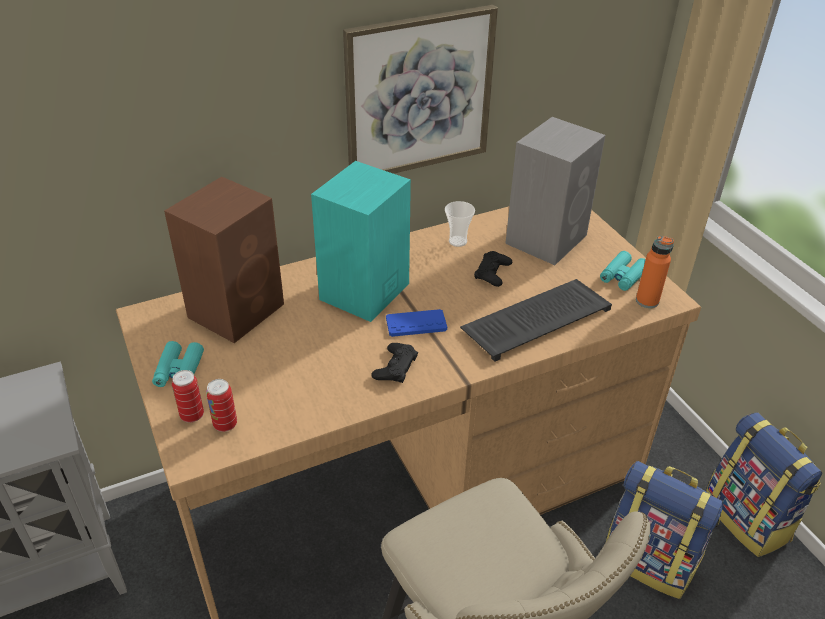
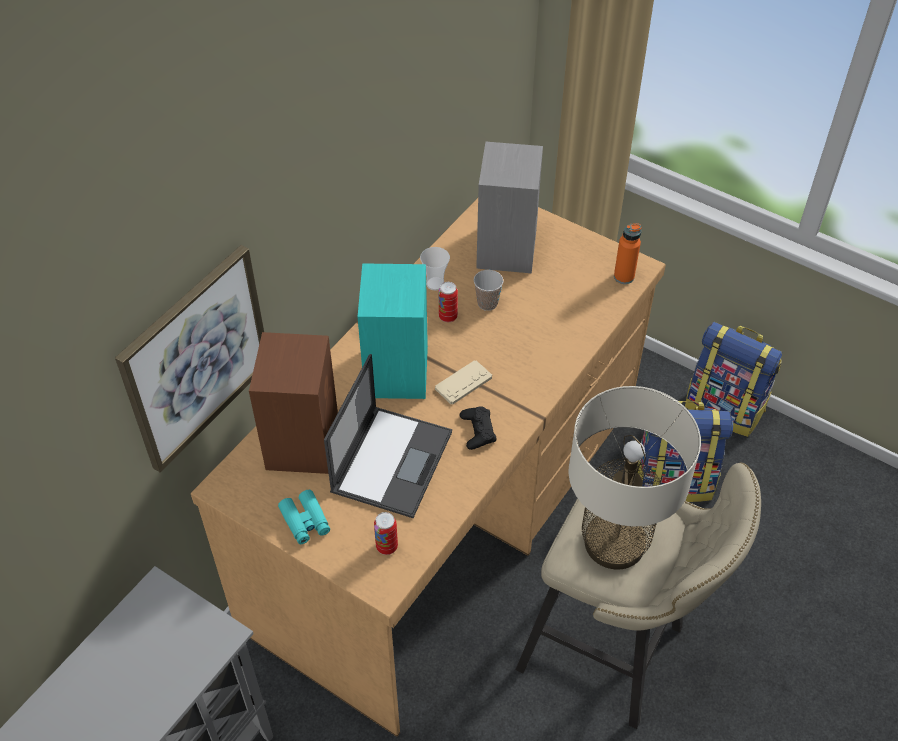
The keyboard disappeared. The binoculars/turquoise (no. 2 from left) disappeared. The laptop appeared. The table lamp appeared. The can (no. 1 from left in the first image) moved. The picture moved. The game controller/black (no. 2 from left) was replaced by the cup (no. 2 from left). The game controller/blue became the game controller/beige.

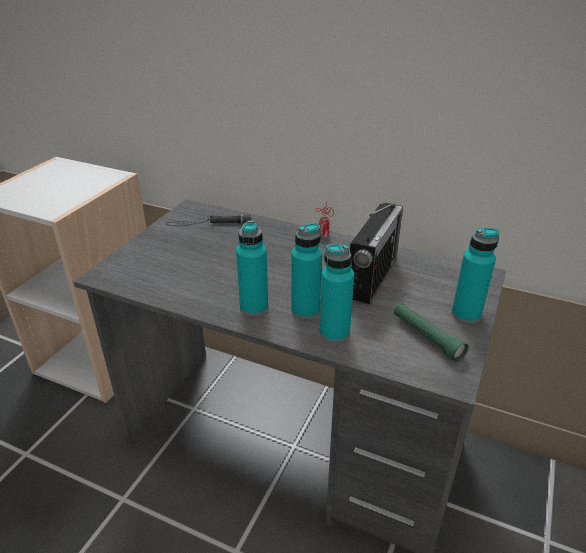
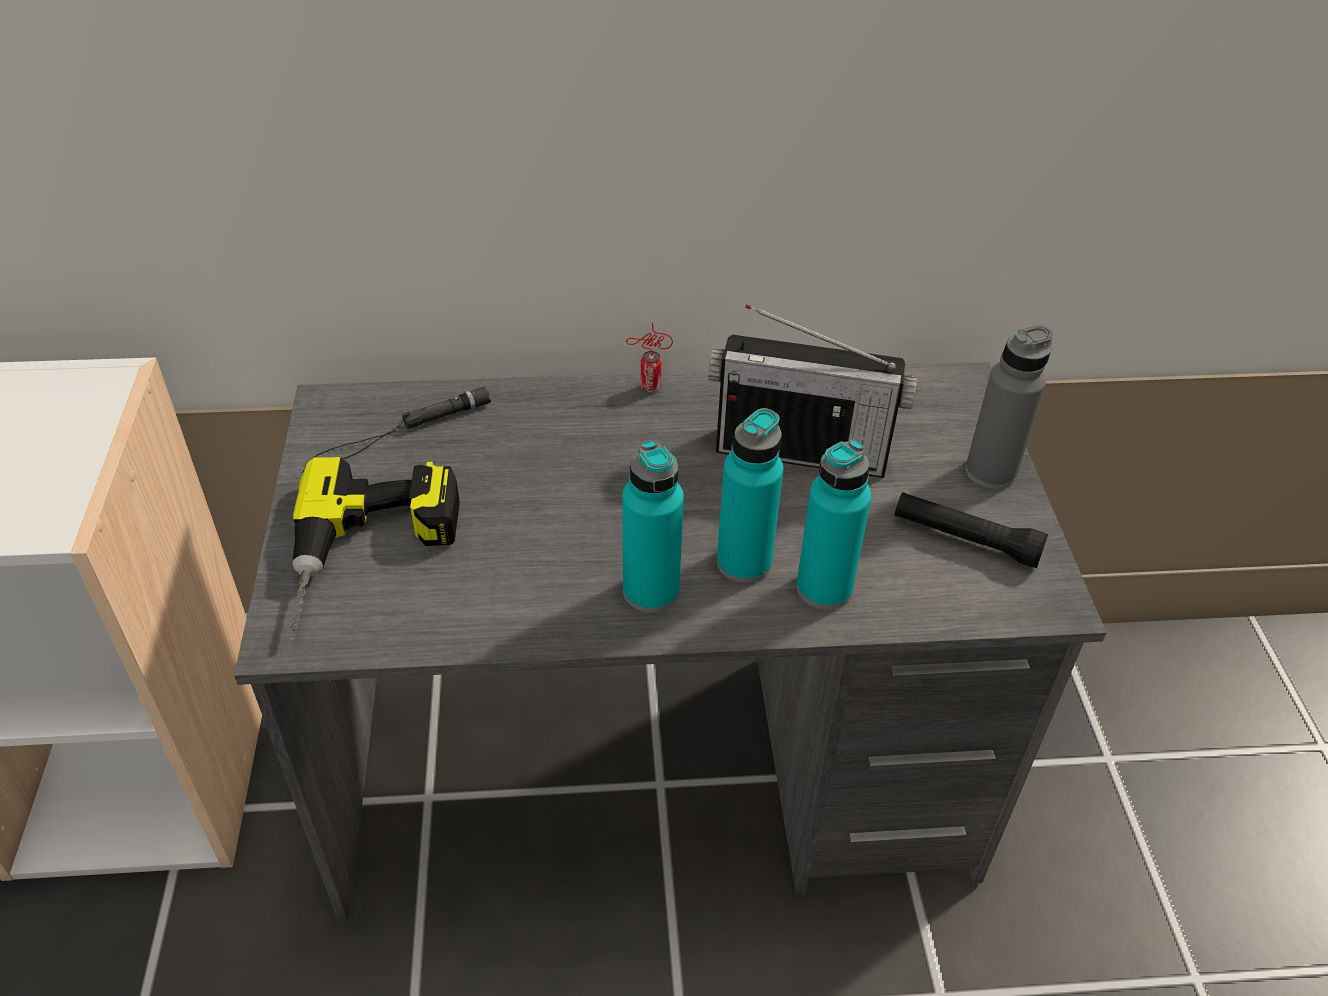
The power drill appeared. The flashlight/green became the flashlight/black (no. 2 from left). The bottle/turquoise (no. 4 from left) became the bottle/grey. The radio turned 105 degrees clockwise.

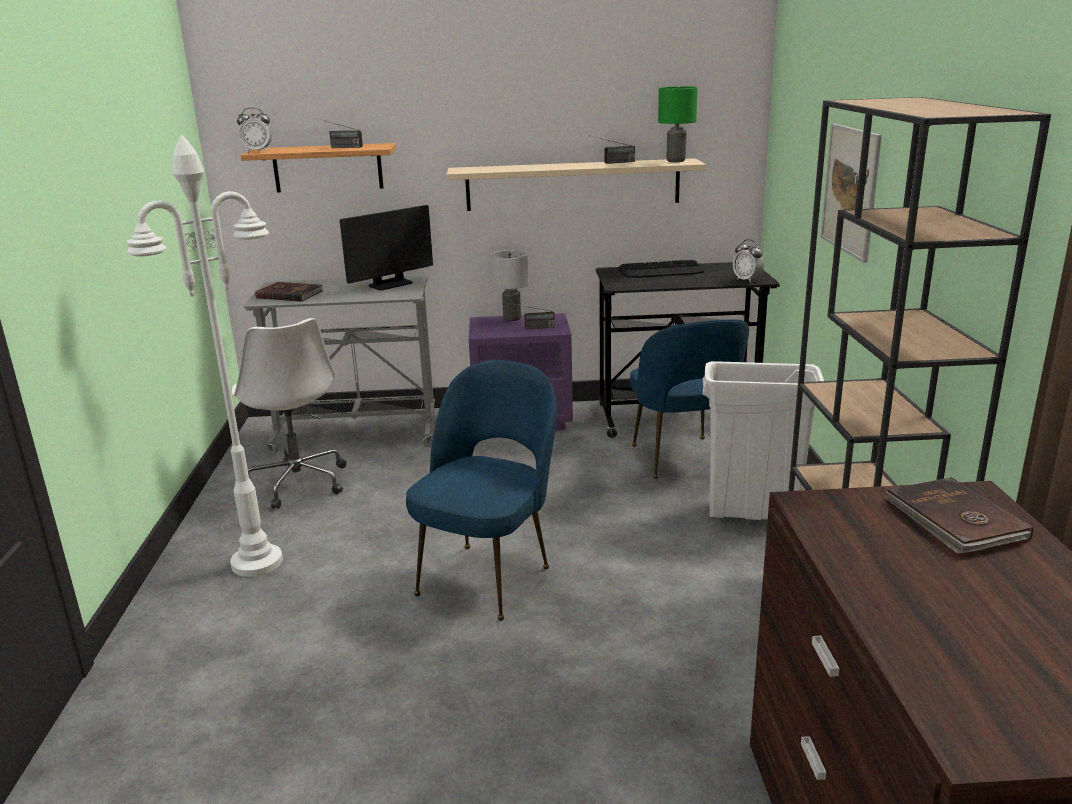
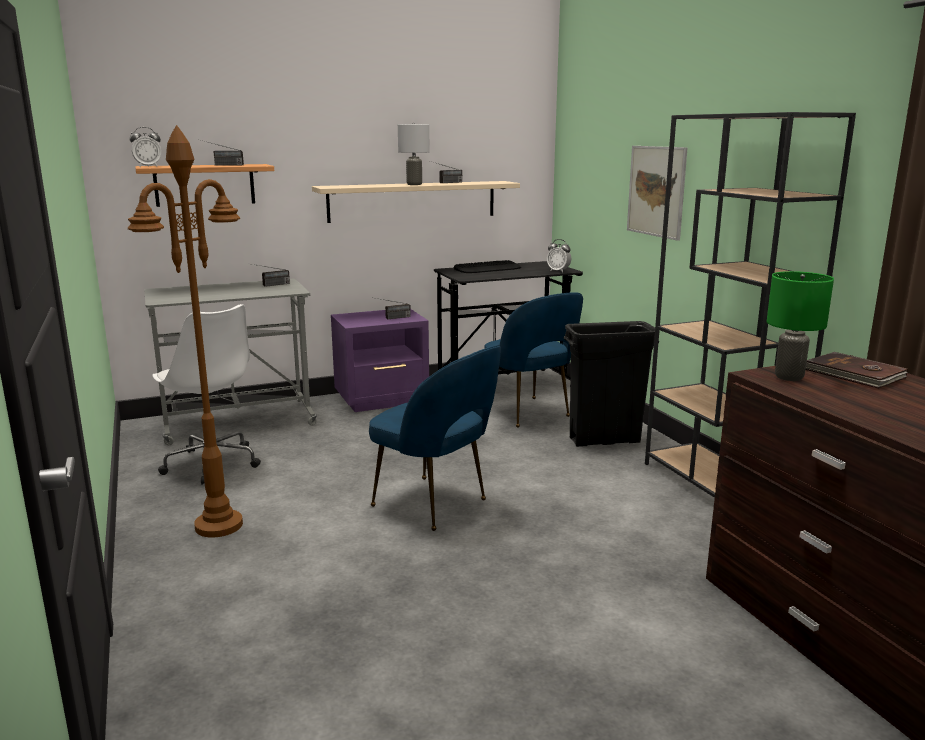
The book/brown (no. 1 from left) disappeared. The table lamp/white moved. The table lamp/green moved. The monitor was replaced by the radio (no. 2 from left). The floor lamp/white became the floor lamp/brown. The trash can/white became the trash can/black. The chair/blue (no. 1 from left) turned 120 degrees clockwise.

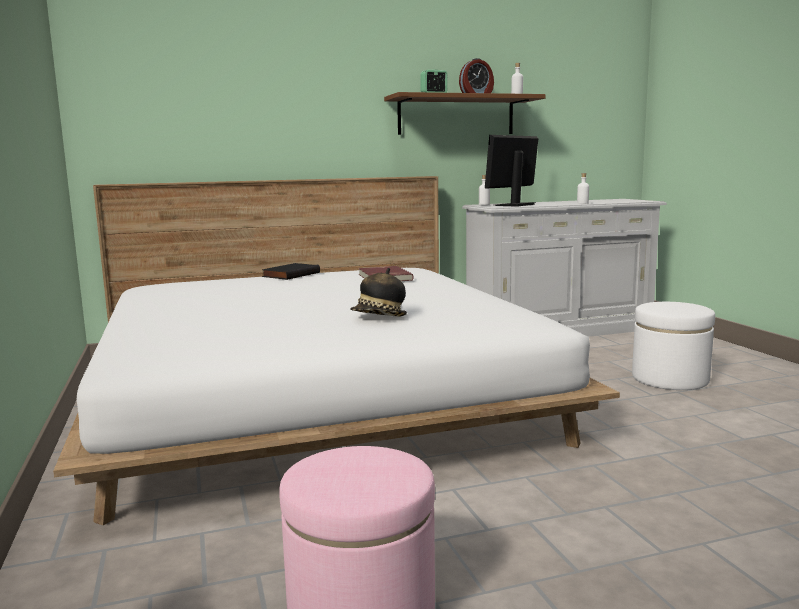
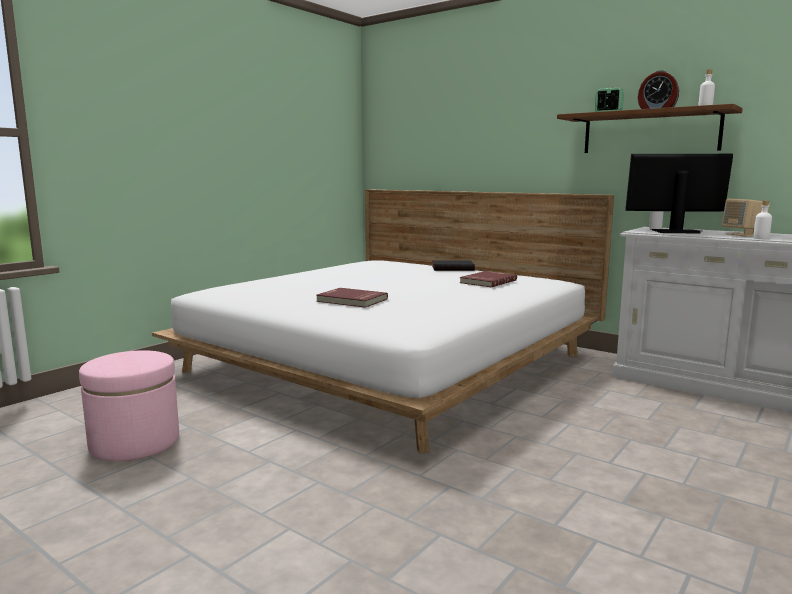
The ottoman/white disappeared. The speaker/beige appeared. The hat was replaced by the book/red (no. 1 from left).

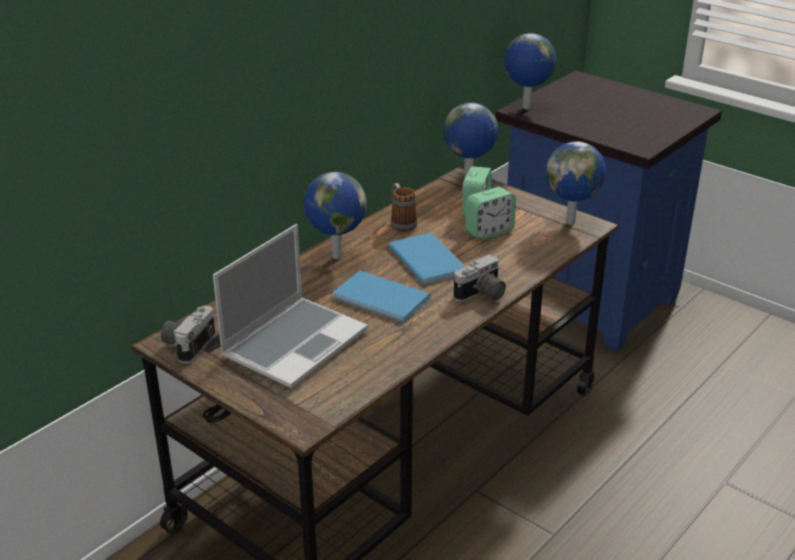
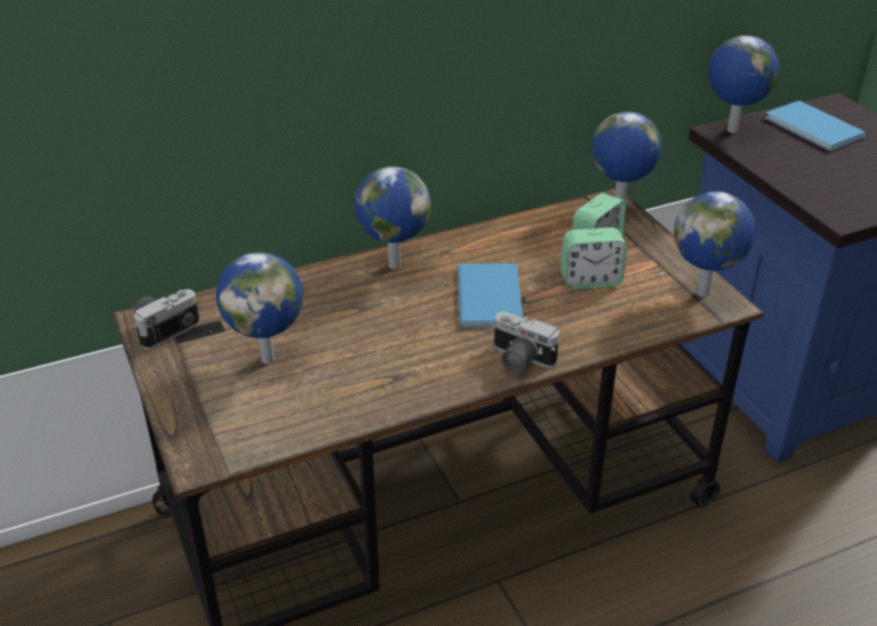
The mug disappeared. The book/blue (no. 1 from left in the first image) moved. The laptop was replaced by the globe (no. 1 from left). The photo camera (no. 2 from left) turned 45 degrees clockwise.

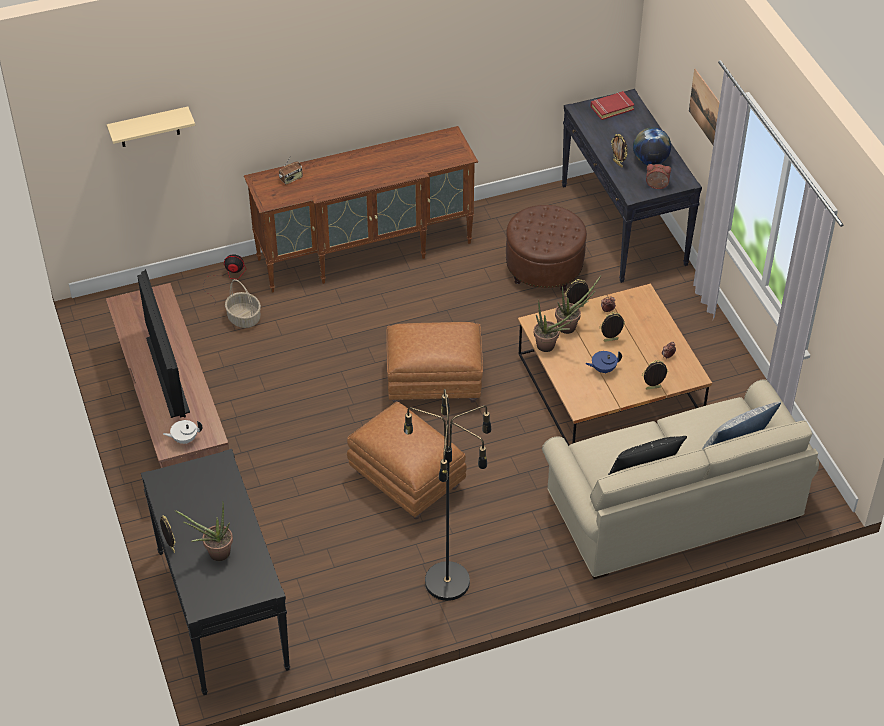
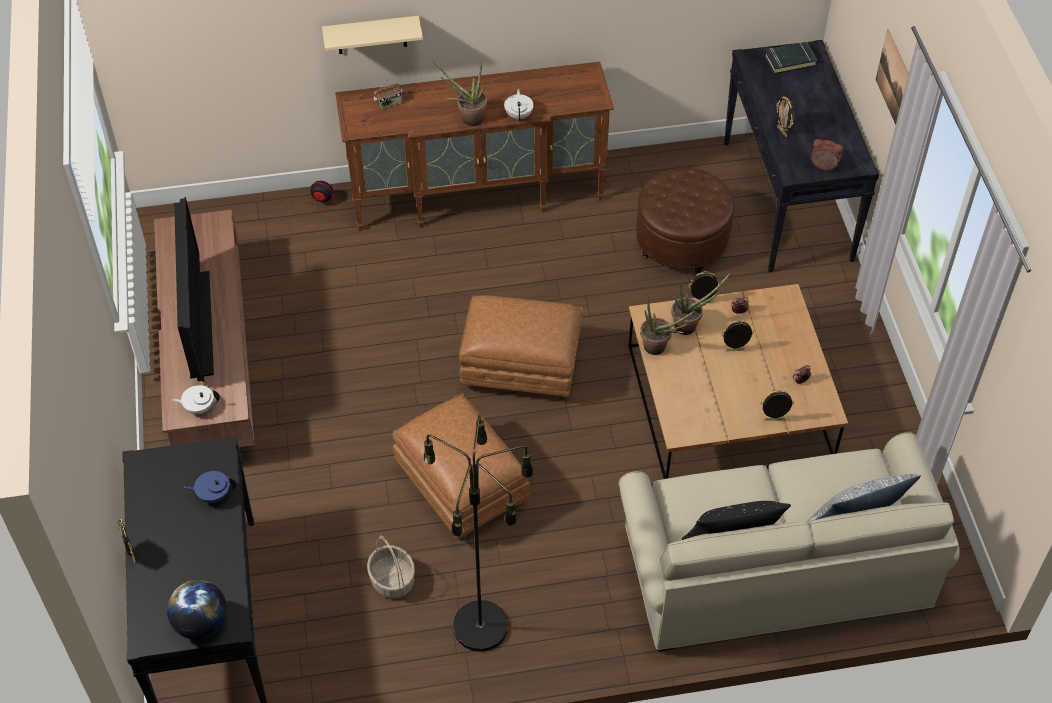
The teapot/white (no. 2 from left) appeared. The shelf/beige moved. The potted plant (no. 1 from left) moved. The basket moved. The teapot/blue moved. The globe moved. The book/red became the book/black.

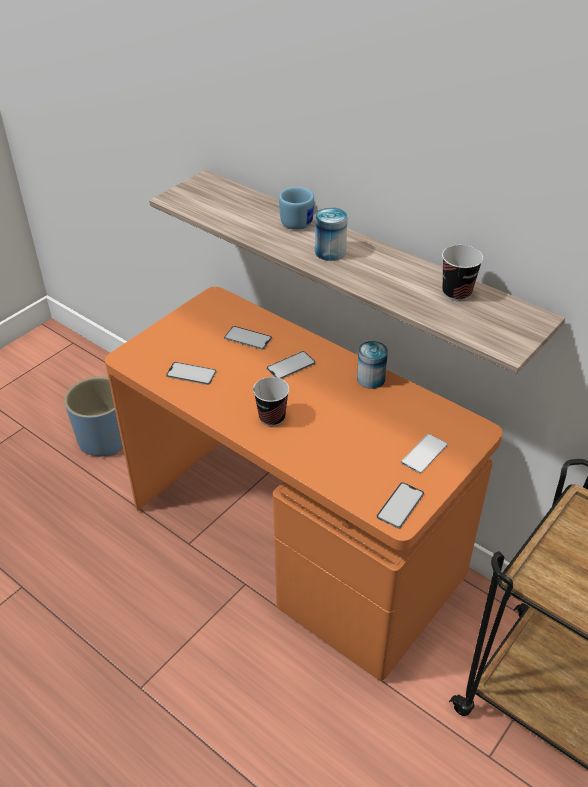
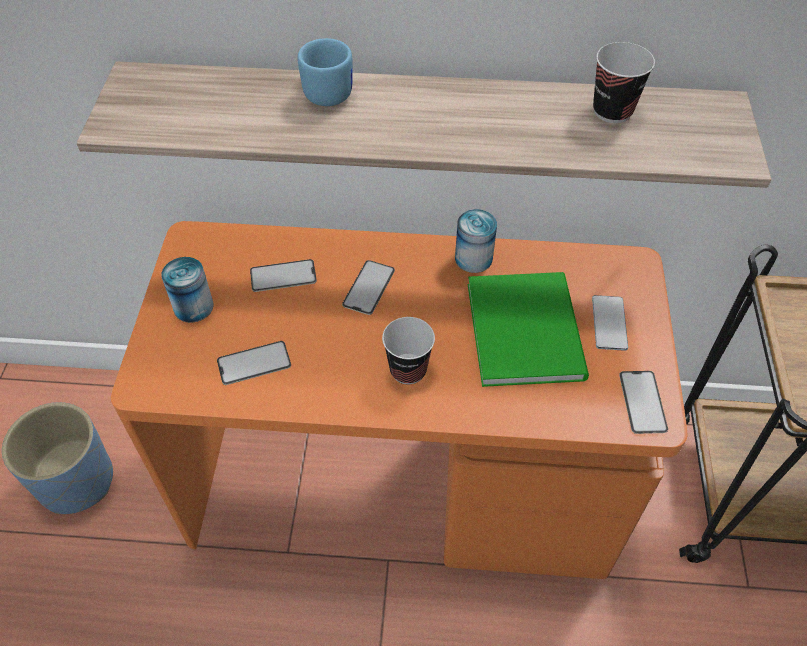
The book/green appeared. The can (no. 1 from left) moved.

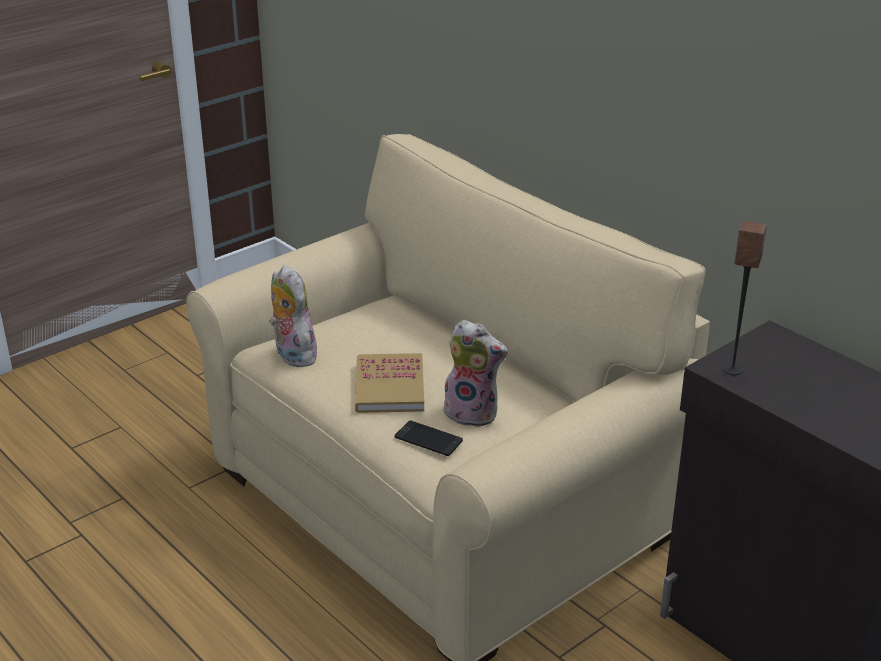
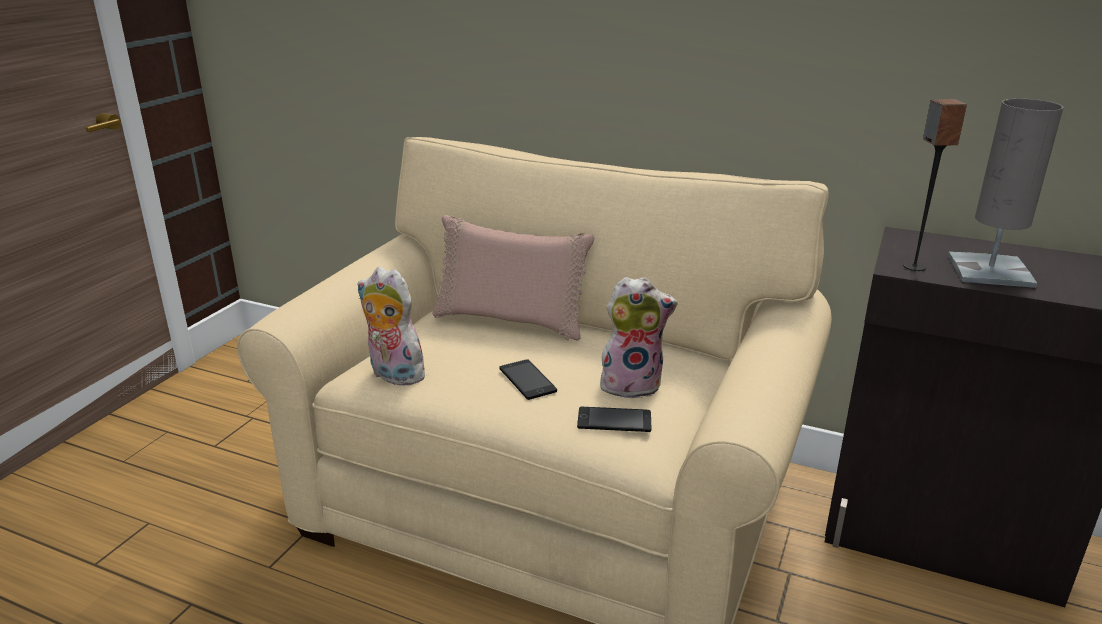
The pillow/beige appeared. The table lamp/grey appeared. The book was replaced by the phone (no. 1 from left).

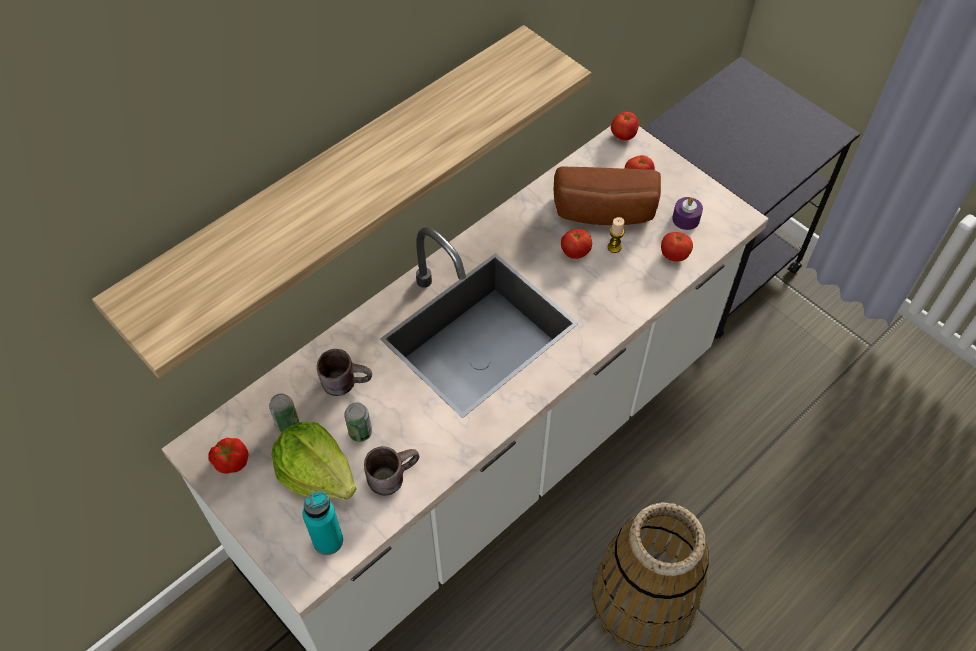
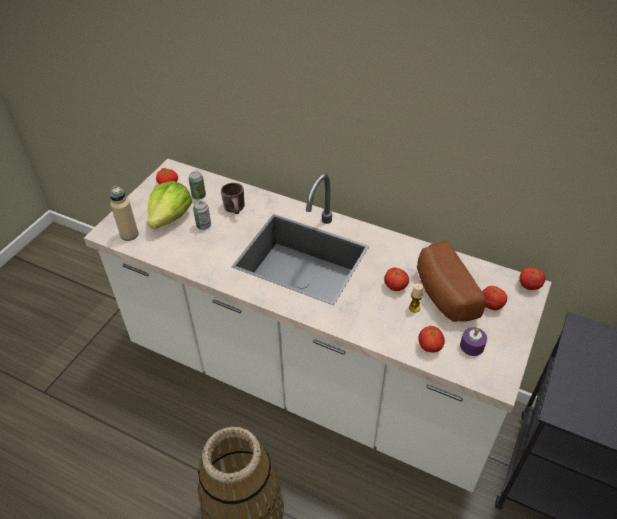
The shelf disappeared. The mug/brown (no. 2 from left) disappeared. The bottle/turquoise became the bottle/beige.

